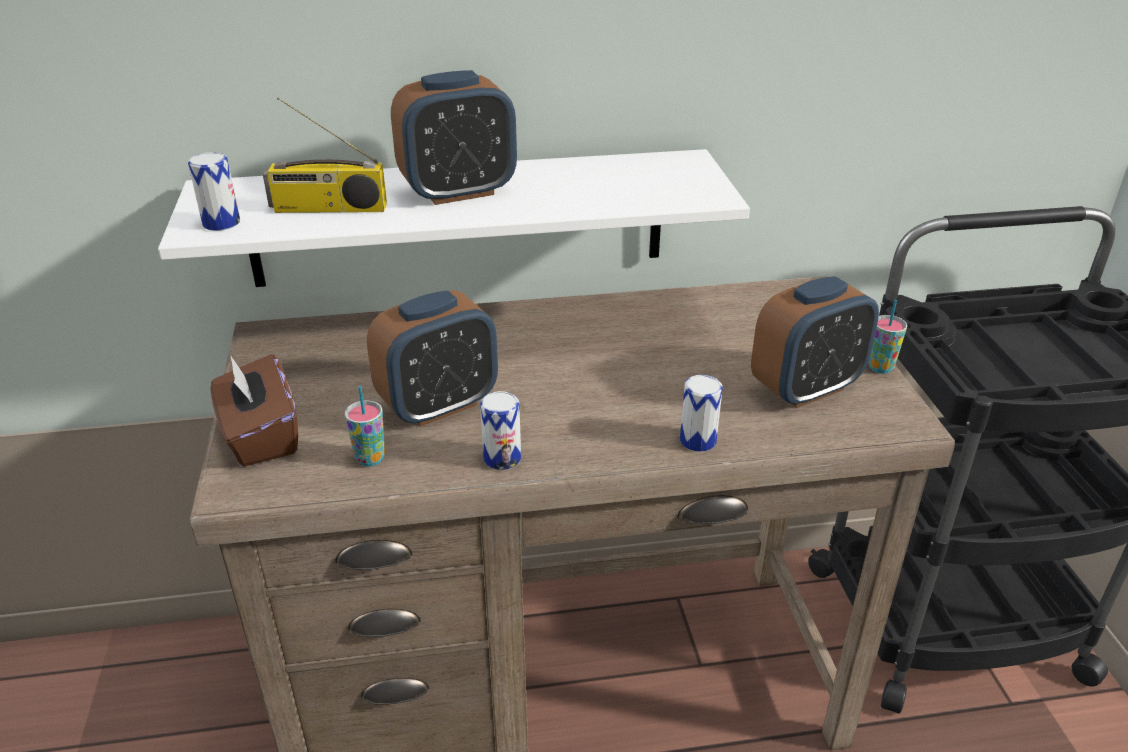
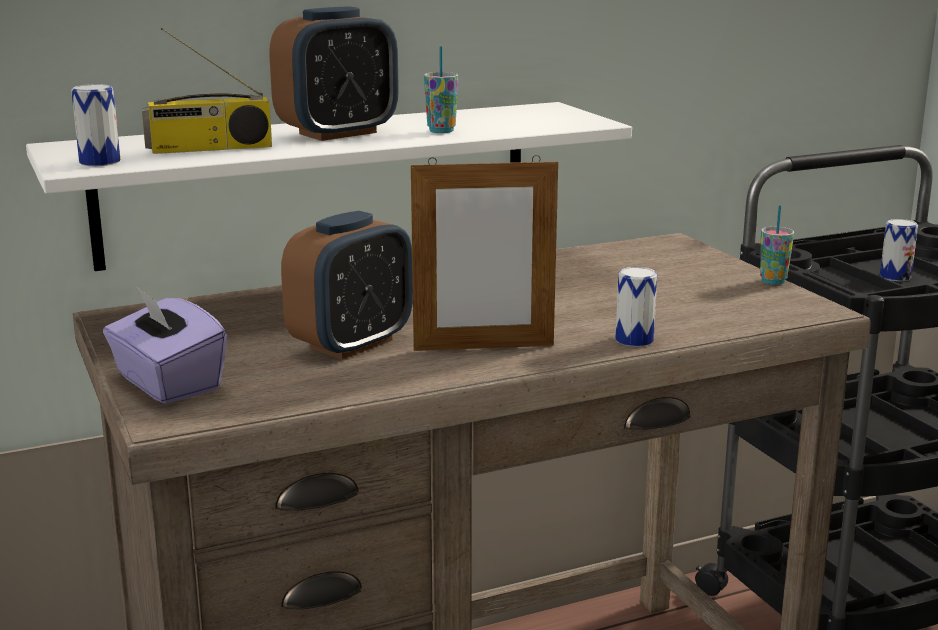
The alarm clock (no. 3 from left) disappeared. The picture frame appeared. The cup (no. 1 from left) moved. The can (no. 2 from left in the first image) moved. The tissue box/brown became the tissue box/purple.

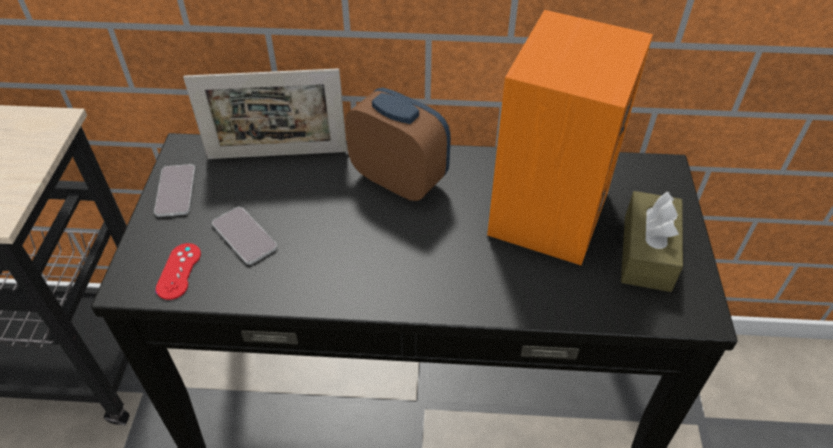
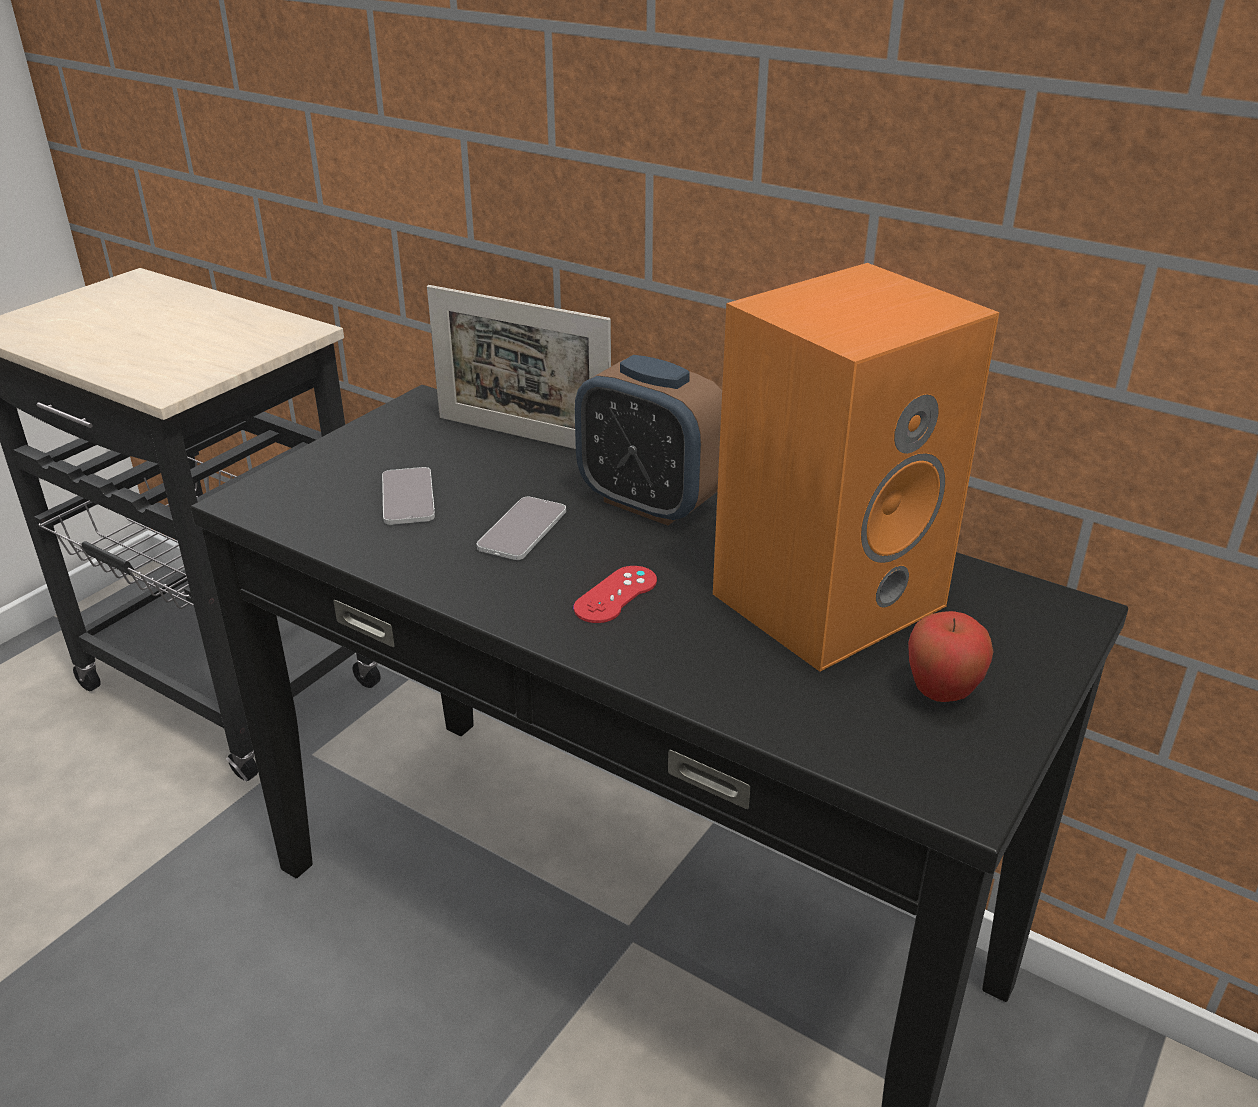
The phone (no. 1 from left in the first image) moved. The game controller/red moved. The tissue box/brown was replaced by the apple. The alarm clock turned 150 degrees clockwise.

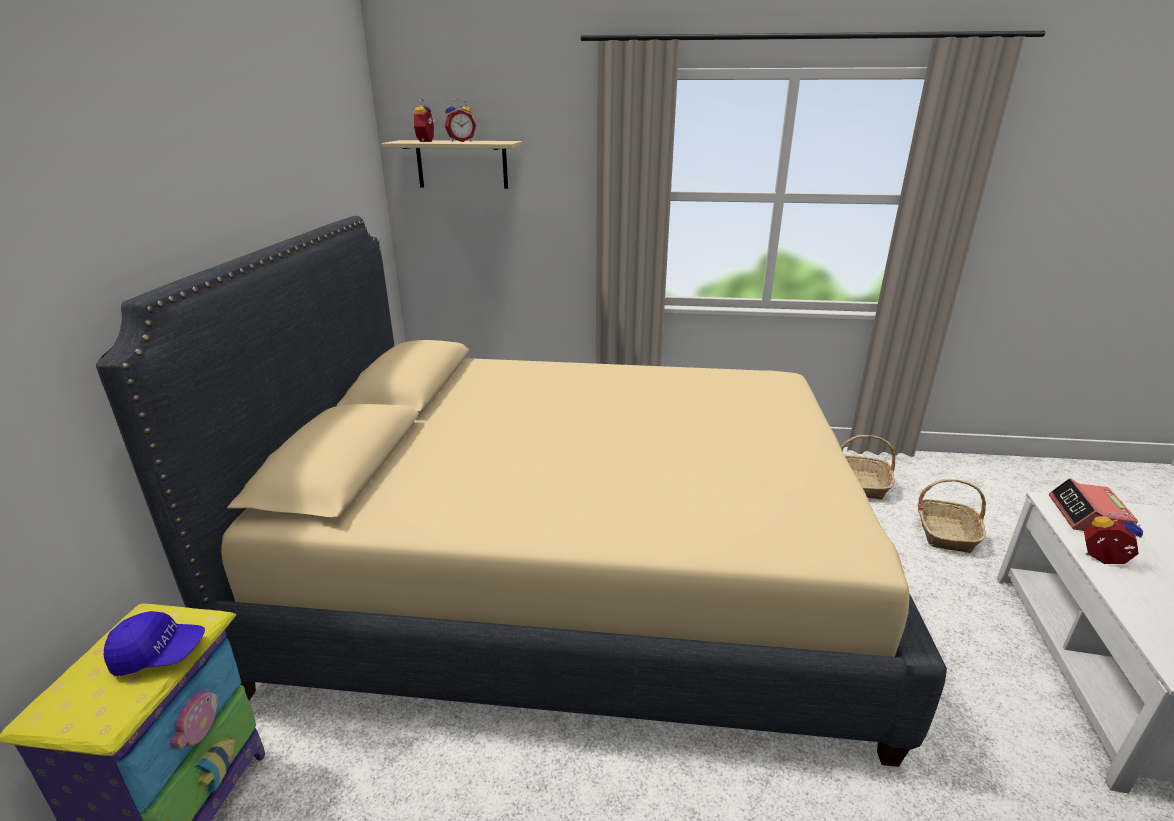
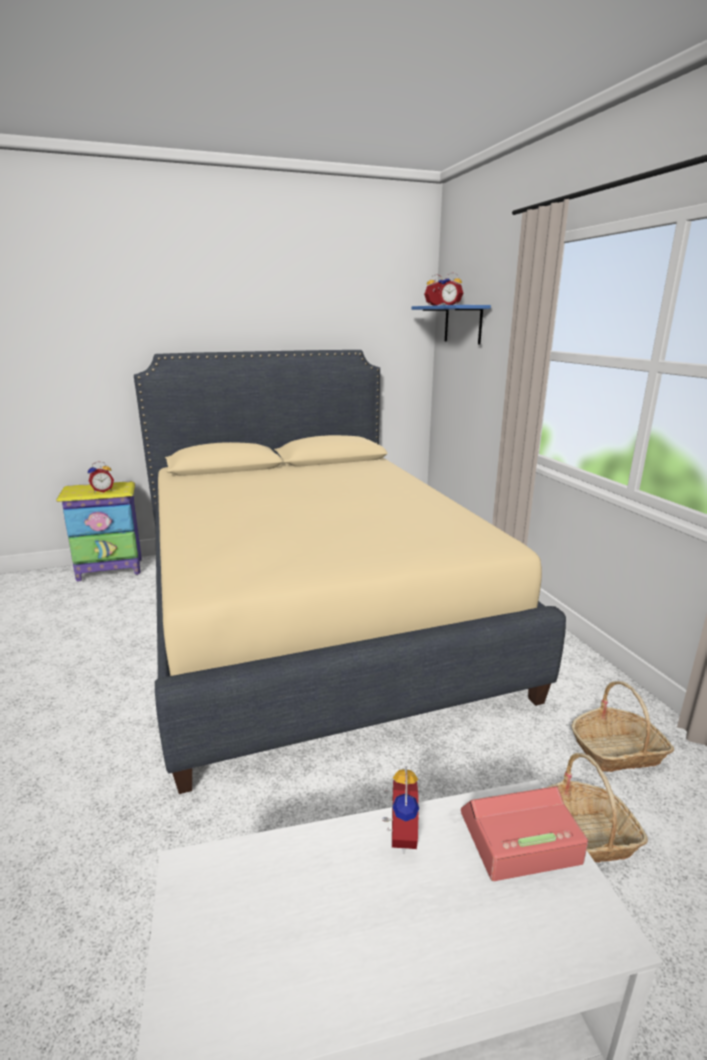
The cap/blue was replaced by the alarm clock (no. 1 from left). The shelf/beige became the shelf/blue.

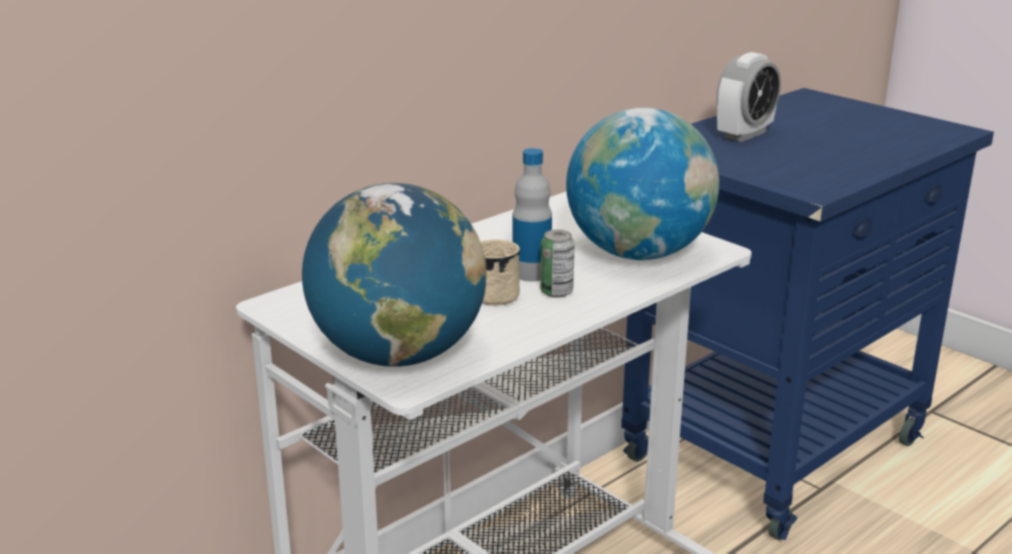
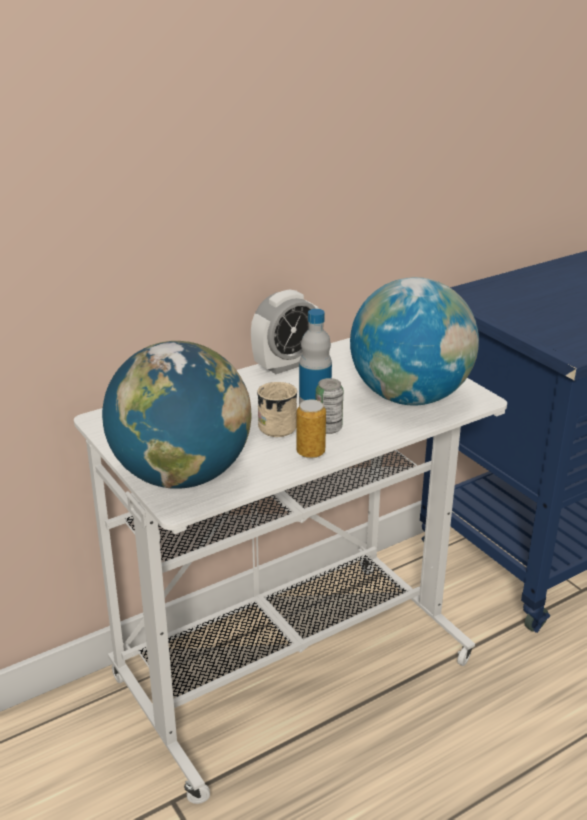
The can (no. 1 from left) appeared. The alarm clock moved.

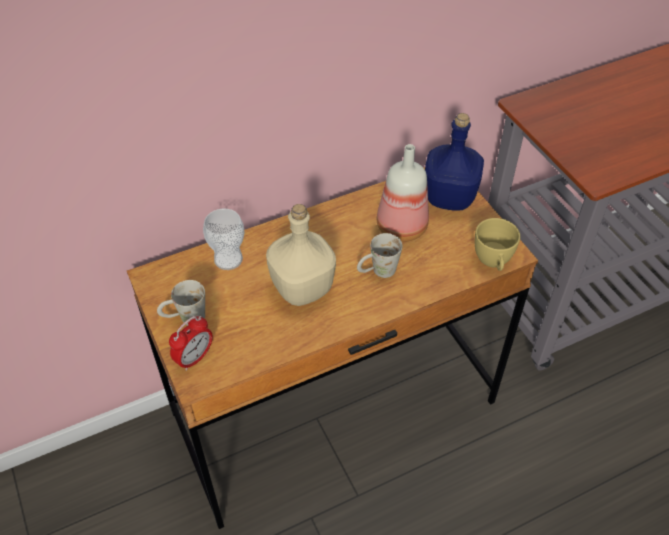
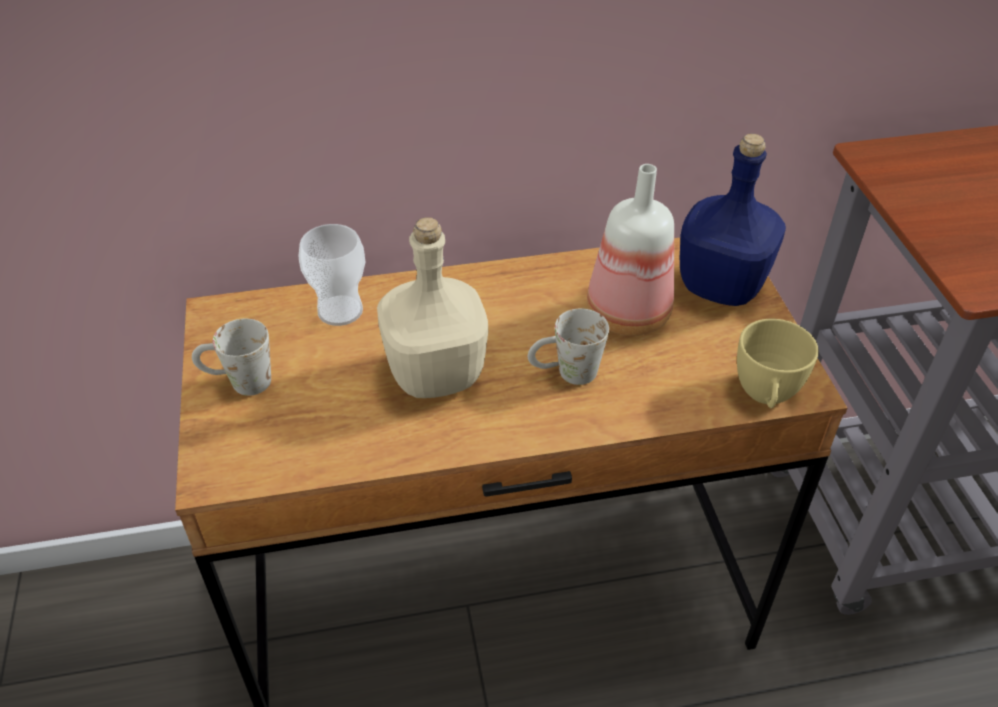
The alarm clock disappeared.

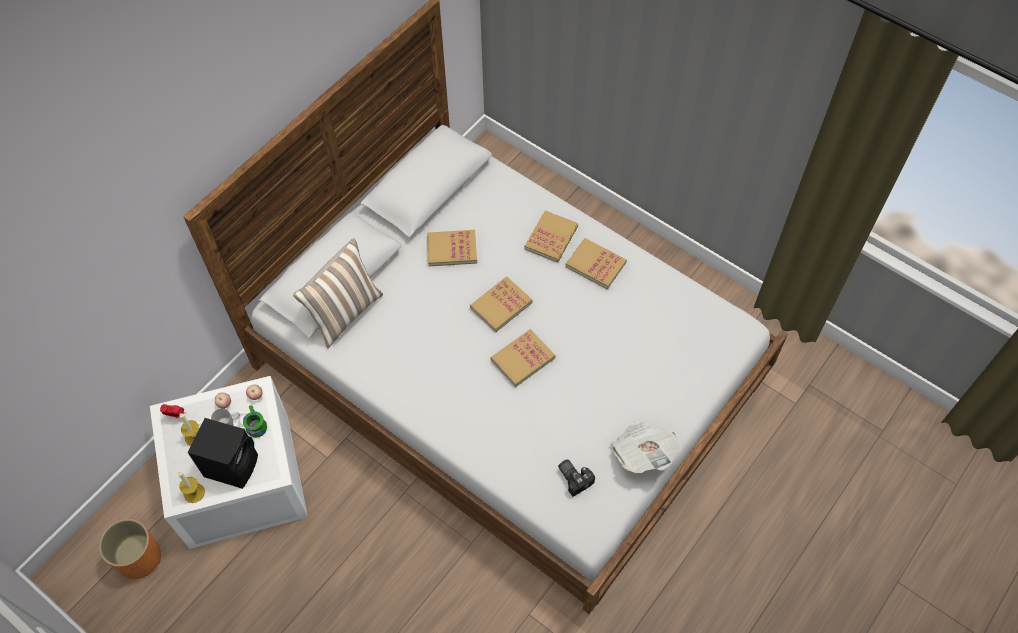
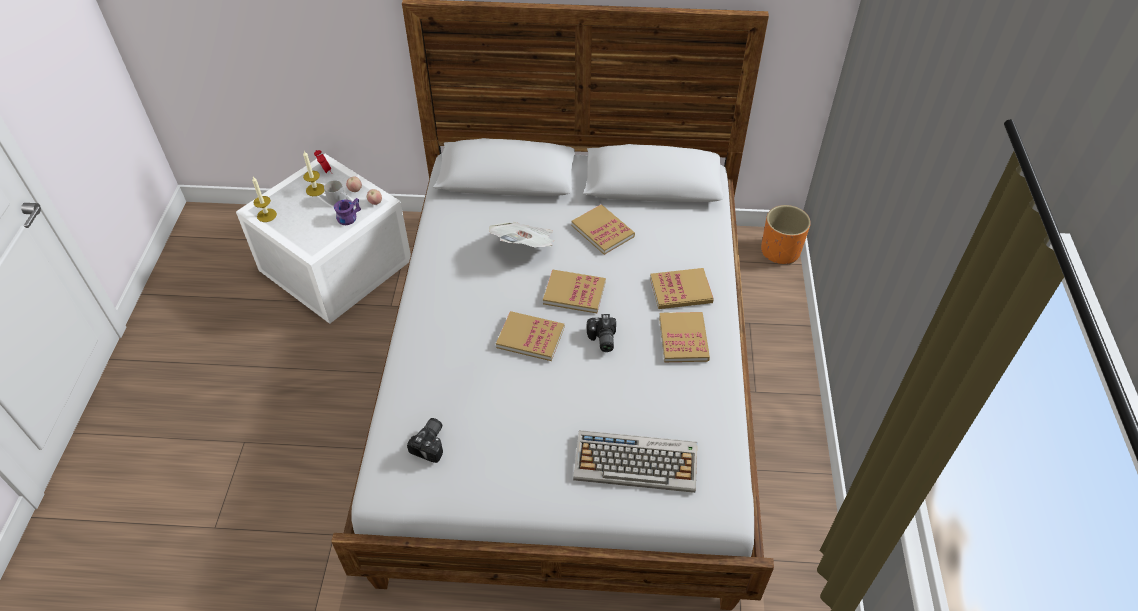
The speaker/black disappeared. The pillow disappeared. The keyboard appeared. The photo camera (no. 2 from left) appeared. The planter/orange moved. The newspaper moved. The mug/green became the mug/purple.

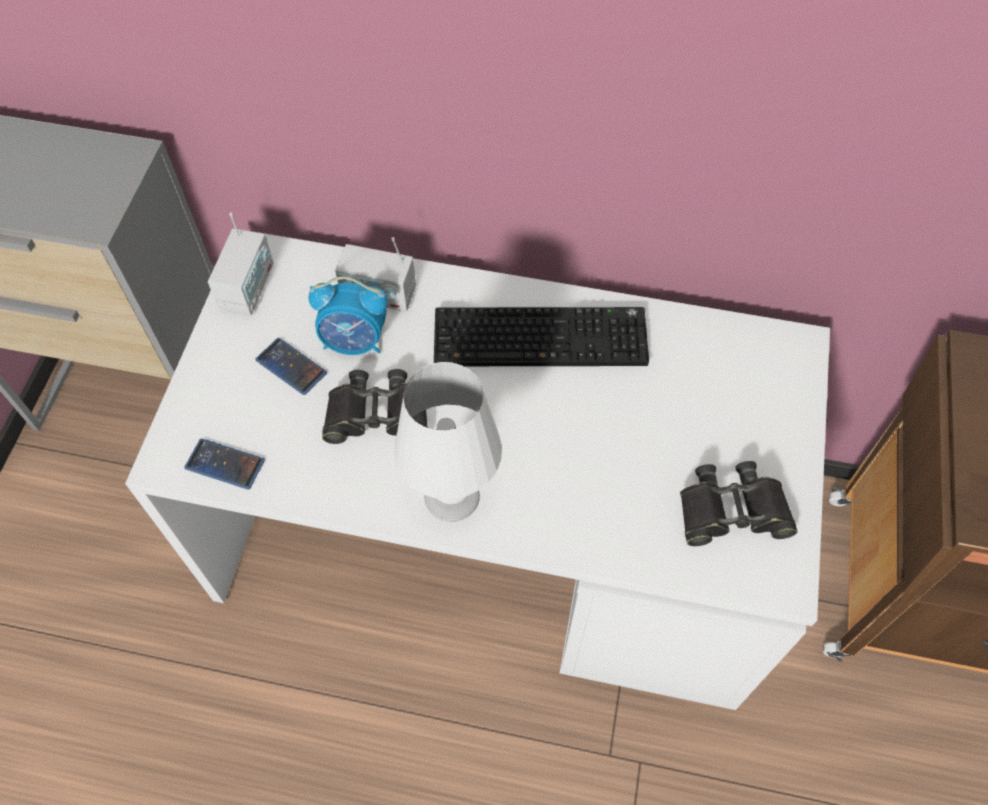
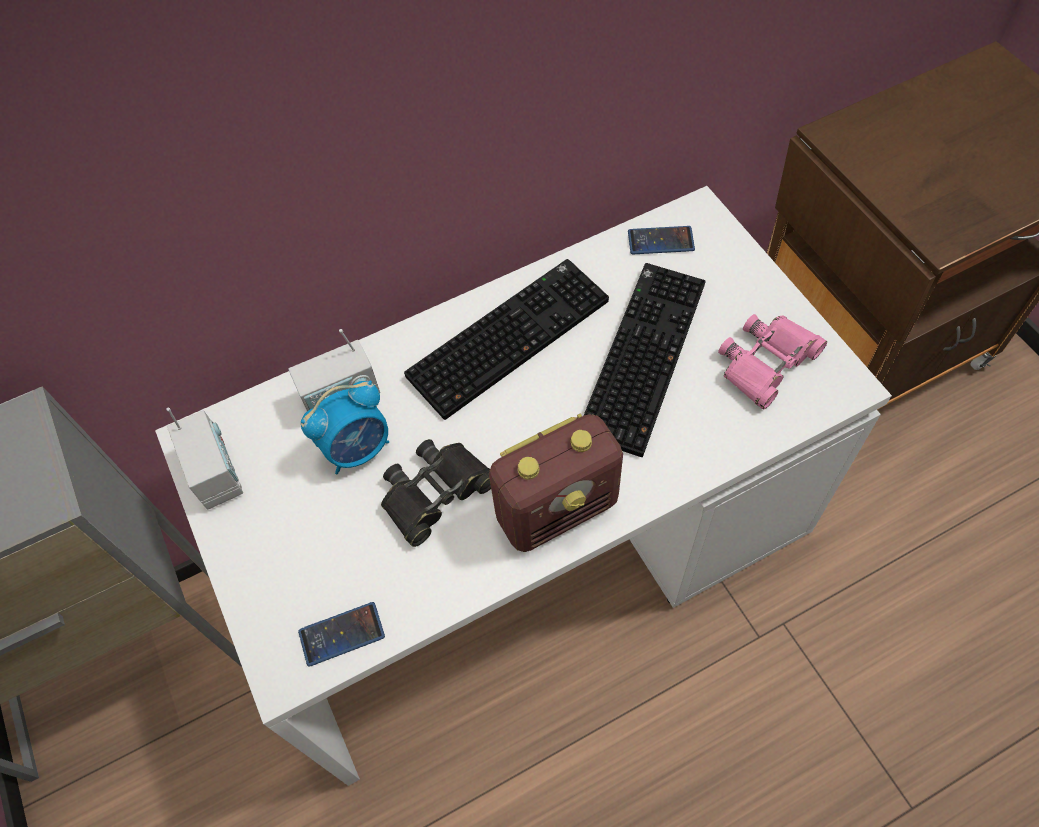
The keyboard (no. 2 from left) appeared. The phone (no. 2 from left) moved. The table lamp/white was replaced by the radio (no. 3 from left). The binoculars/black (no. 2 from left) became the binoculars/pink.

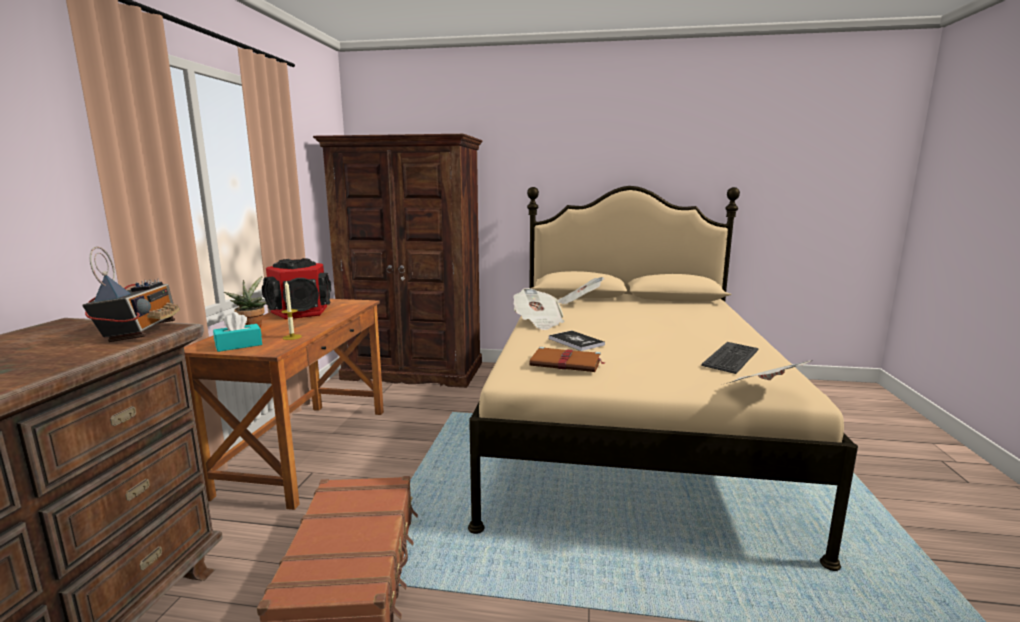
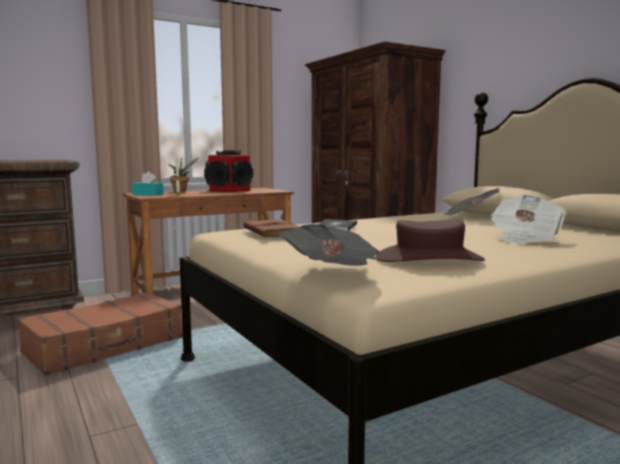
The radio disappeared. The newspaper (no. 1 from left in the first image) moved. The keyboard was replaced by the hat/brown.

